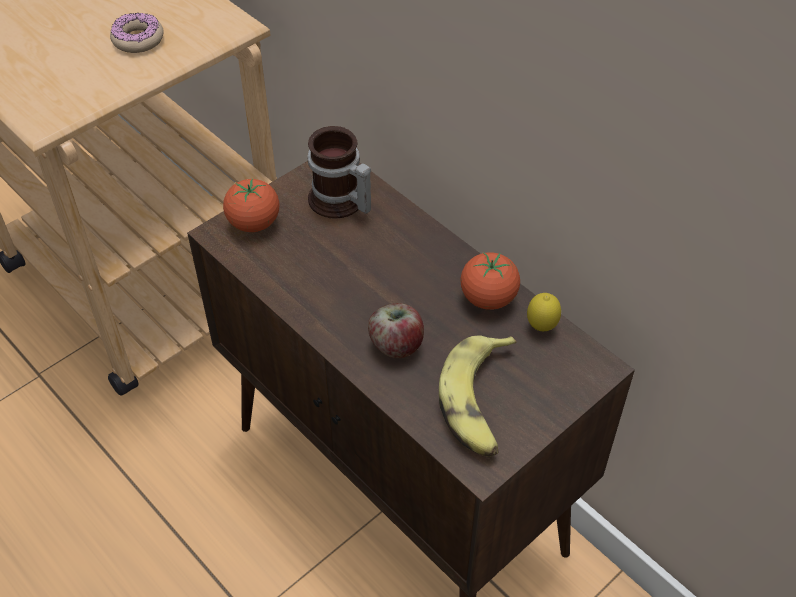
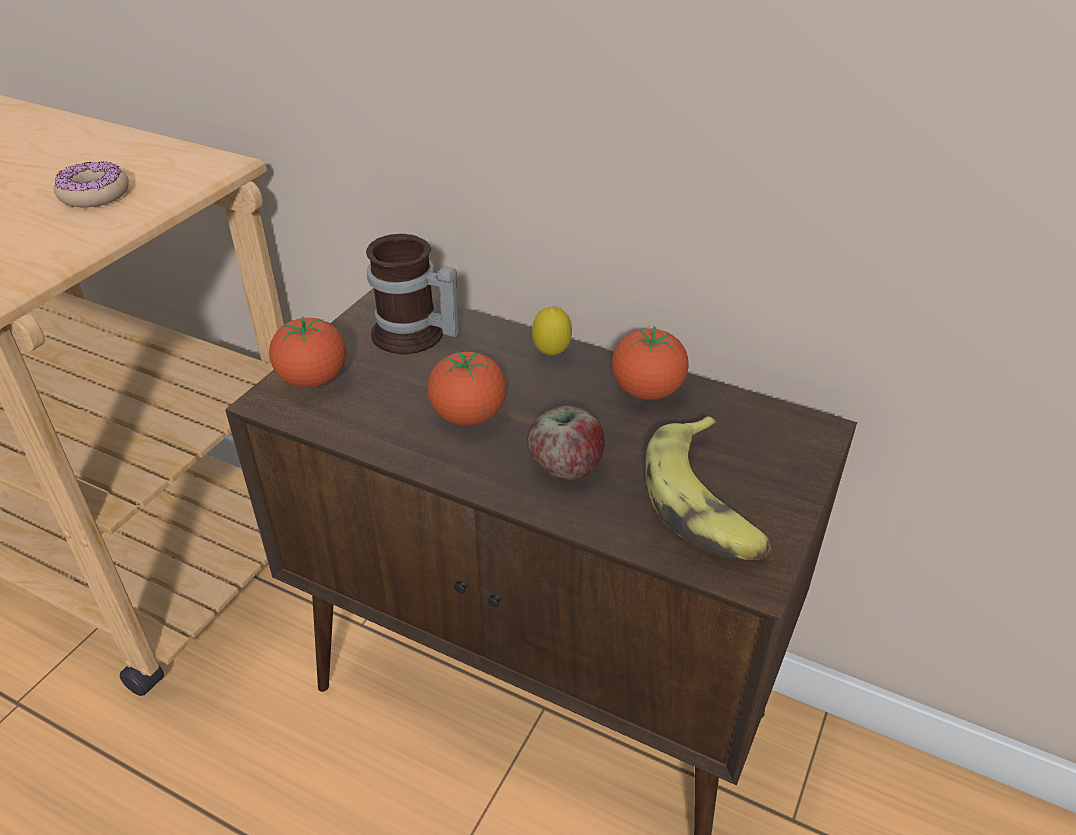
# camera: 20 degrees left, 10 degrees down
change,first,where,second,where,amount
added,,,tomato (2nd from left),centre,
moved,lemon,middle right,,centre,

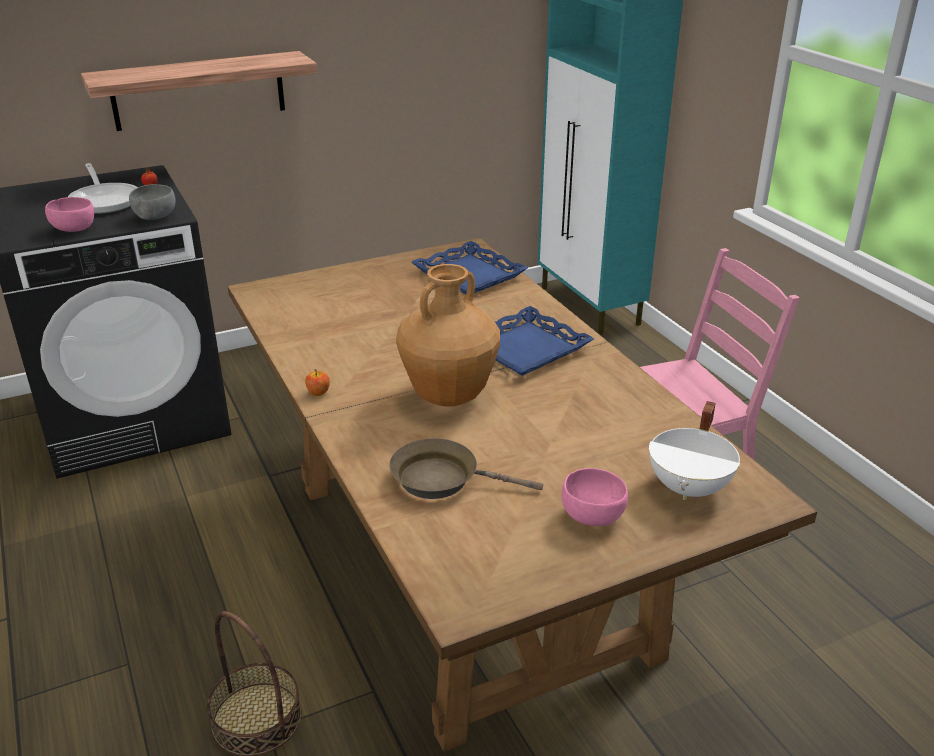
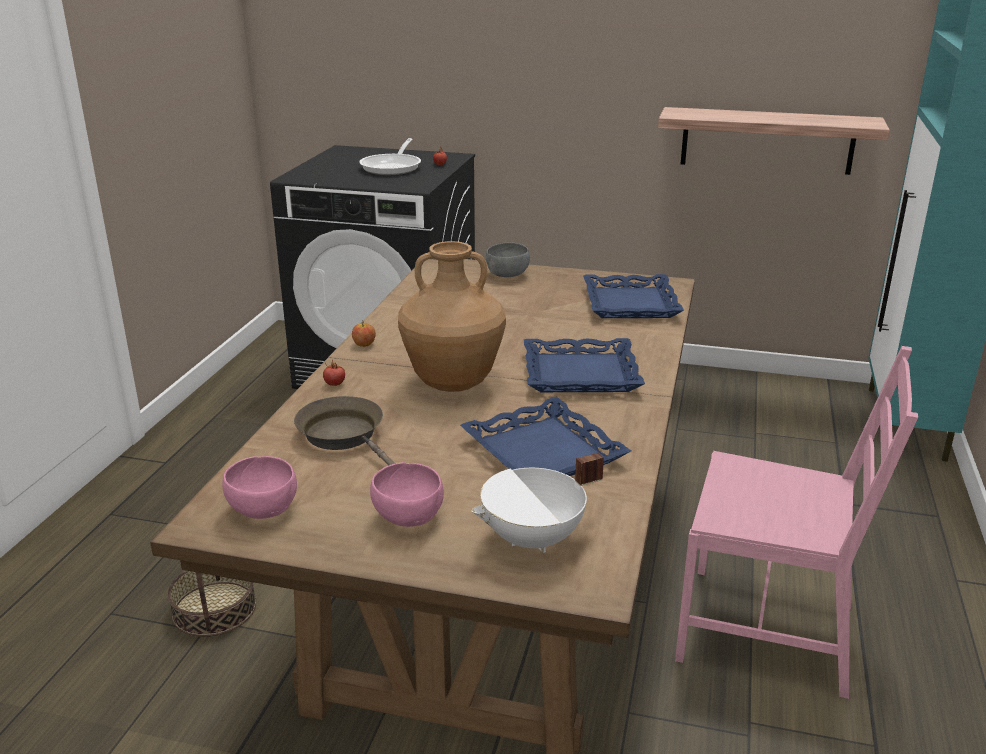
# camera: 40 degrees right, 5 degrees down
change,first,where,second,where,amount
moved,pink bowl (1st from left),top left,,middle left,
added,,,tomato (1st from left),centre,
added,,,blue tray (1st from left),centre,
moved,grey bowl,top left,,centre,
moved,shelf,top left,,top right,

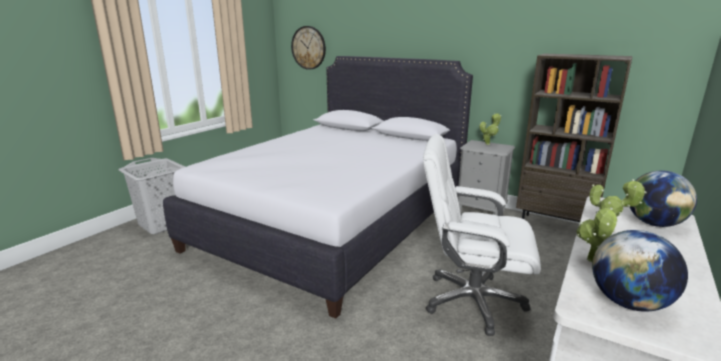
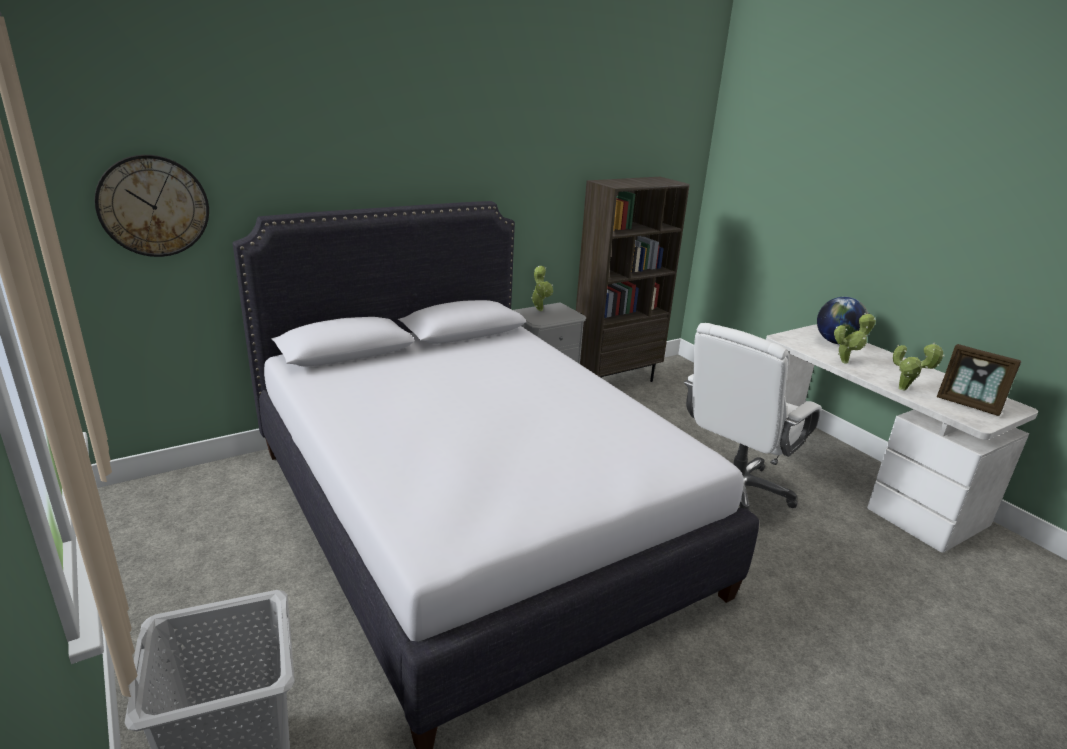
# camera: 65 degrees left, 5 degrees up
change,first,where,second,where,amount
replaced,globe (1st from left),bottom right,picture frame,middle right,

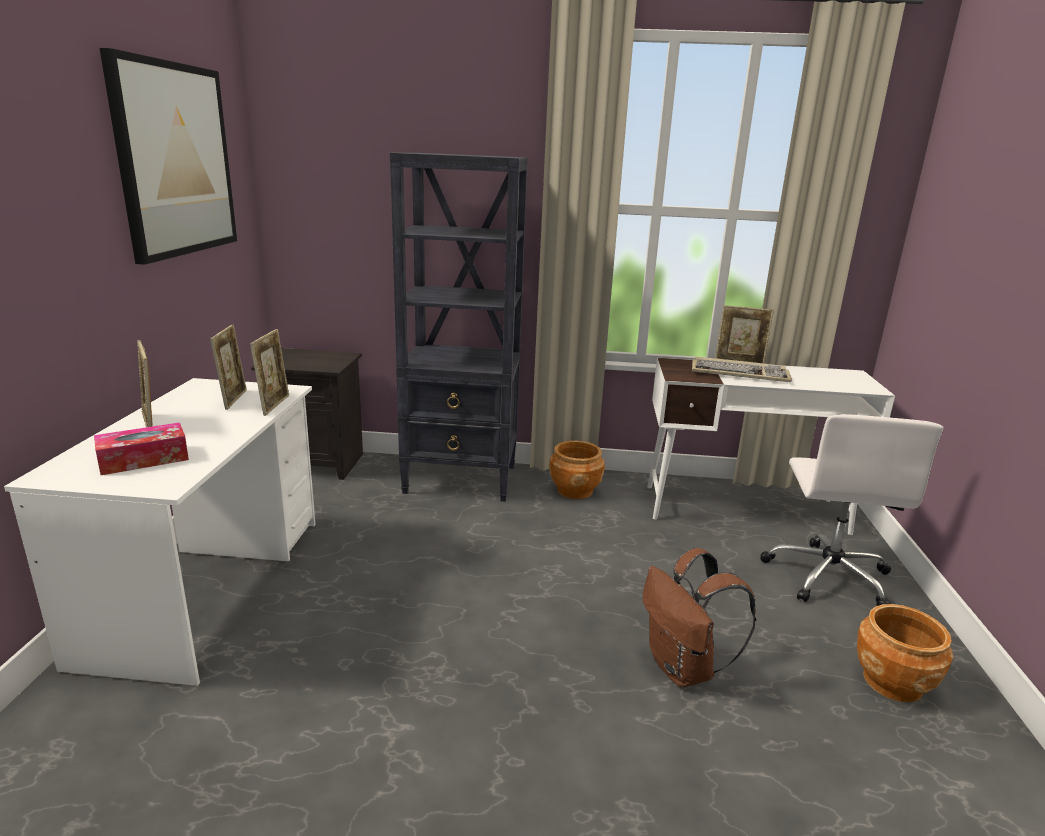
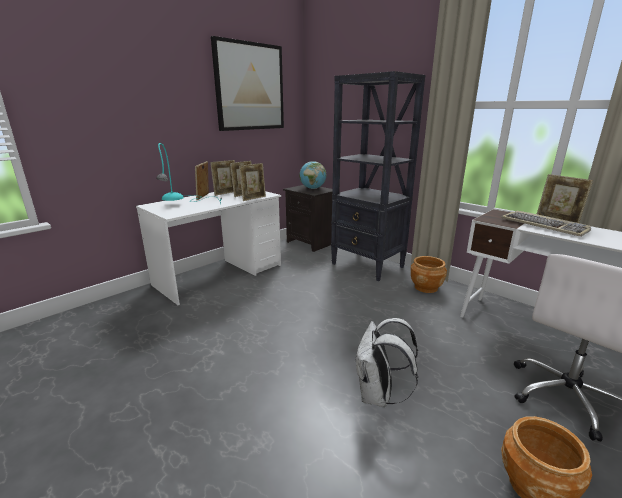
# camera: 40 degrees right, 0 degrees up
change,first,where,second,where,amount
replaced,tissue box,middle left,turquoise table lamp,middle left,
added,,,picture frame (2nd from left),centre,
added,,,globe,centre,
recoloured,brown backpack,bottom right,white backpack,bottom centre,

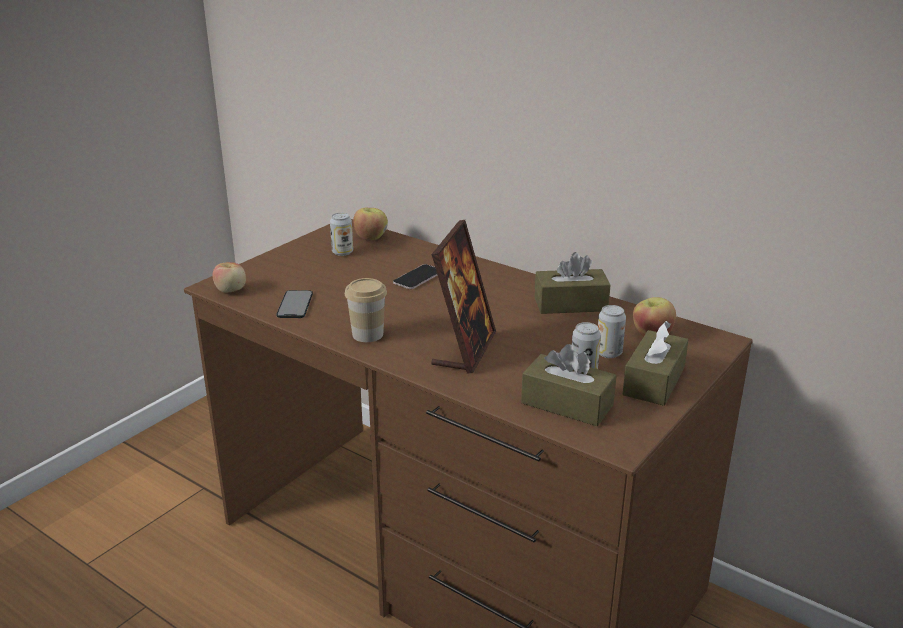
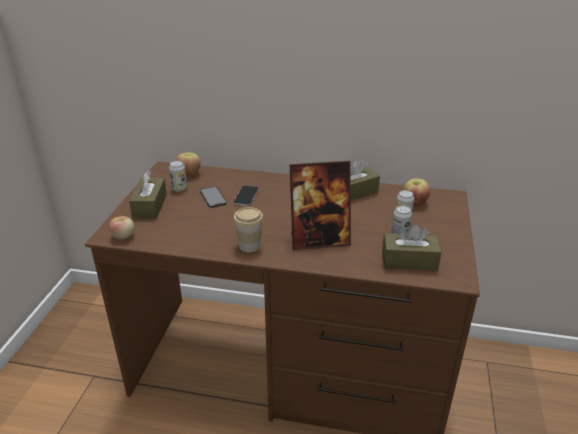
# camera: 25 degrees left, 5 degrees up
change,first,where,second,where,amount
moved,brown tissue box (3rd from left in the first image),middle right,brown tissue box (1st from left),middle left,
moved,phone (1st from left),middle left,,centre,
turned,picture frame,centre,,centre,90 degrees clockwise

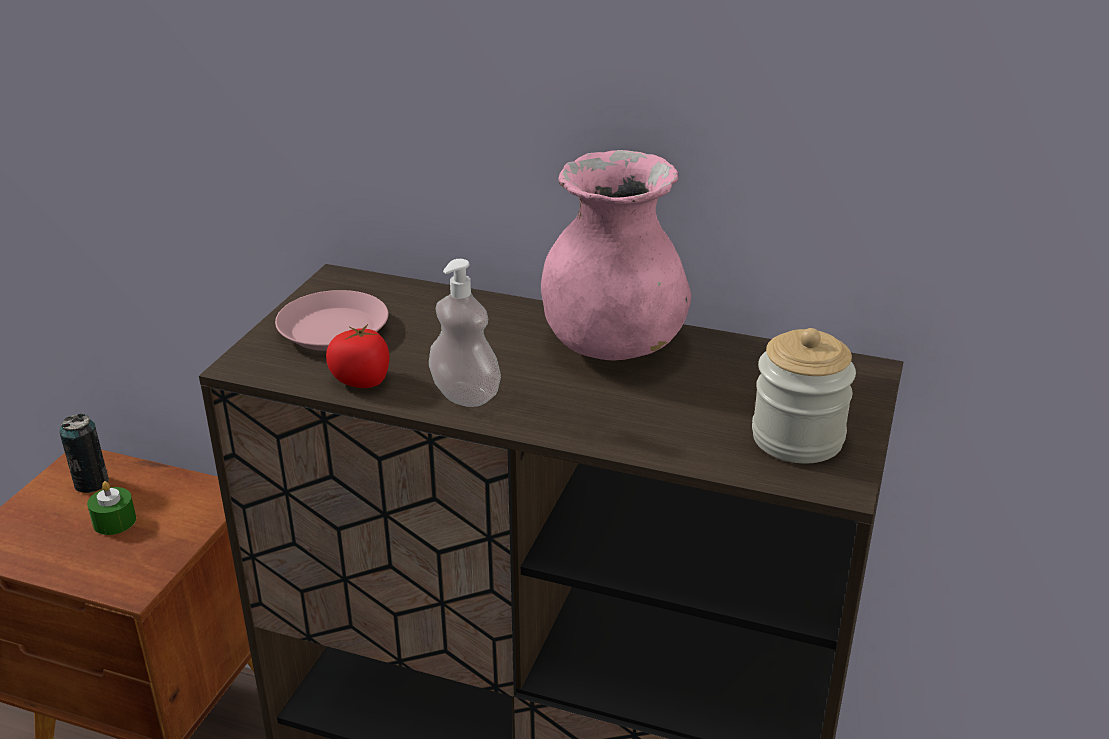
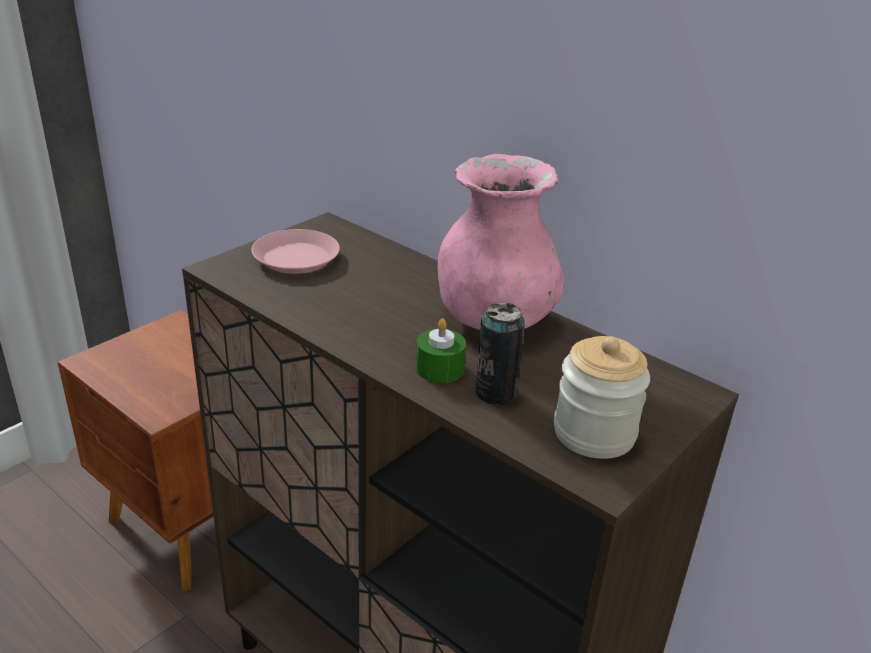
# camera: 20 degrees right, 0 degrees up
change,first,where,second,where,amount
moved,green candle,bottom left,,centre,
moved,can,middle left,,centre,
removed,tomato,middle left,,,
removed,soap dispenser,centre,,,

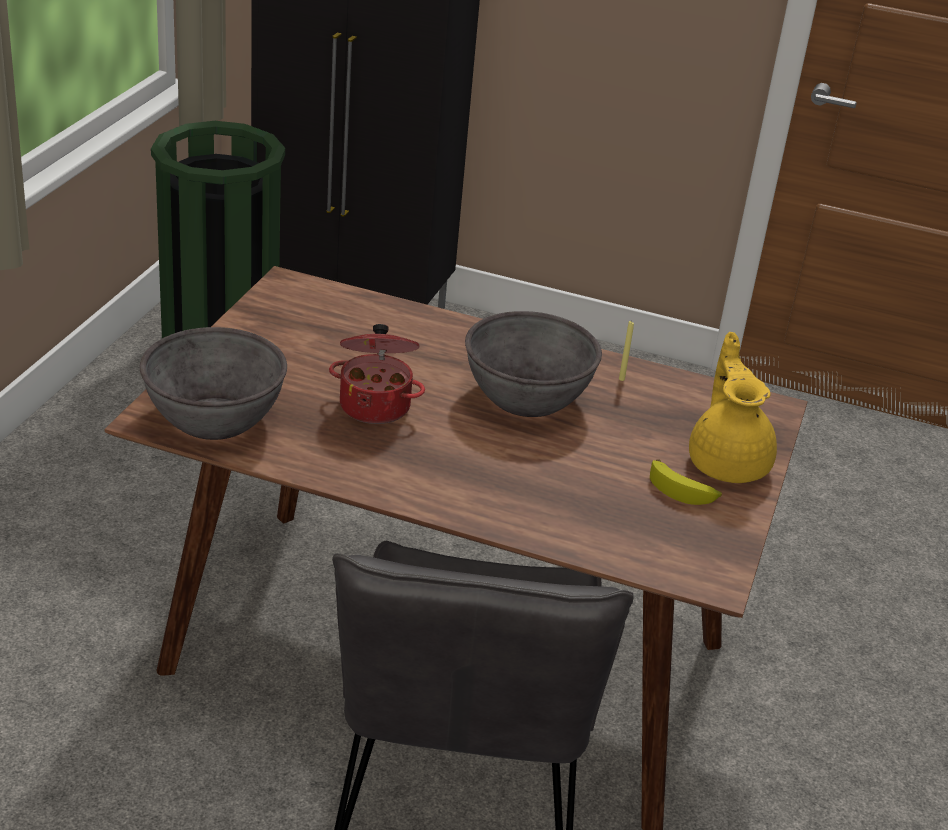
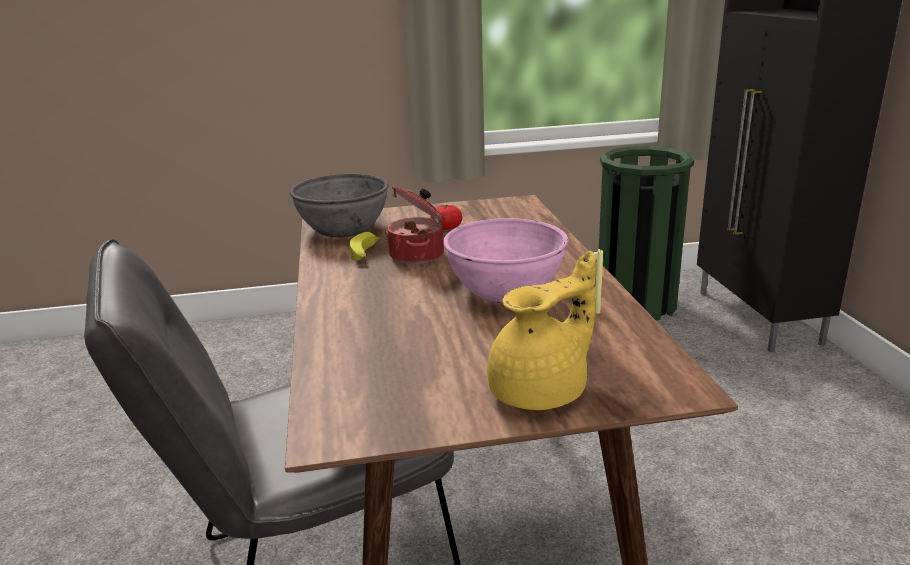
# camera: 65 degrees right, 10 degrees down
change,first,where,second,where,amount
moved,banana,middle right,,centre,
added,,,tomato,centre,
recoloured,grey bowl (2nd from left),centre,pink bowl,centre,

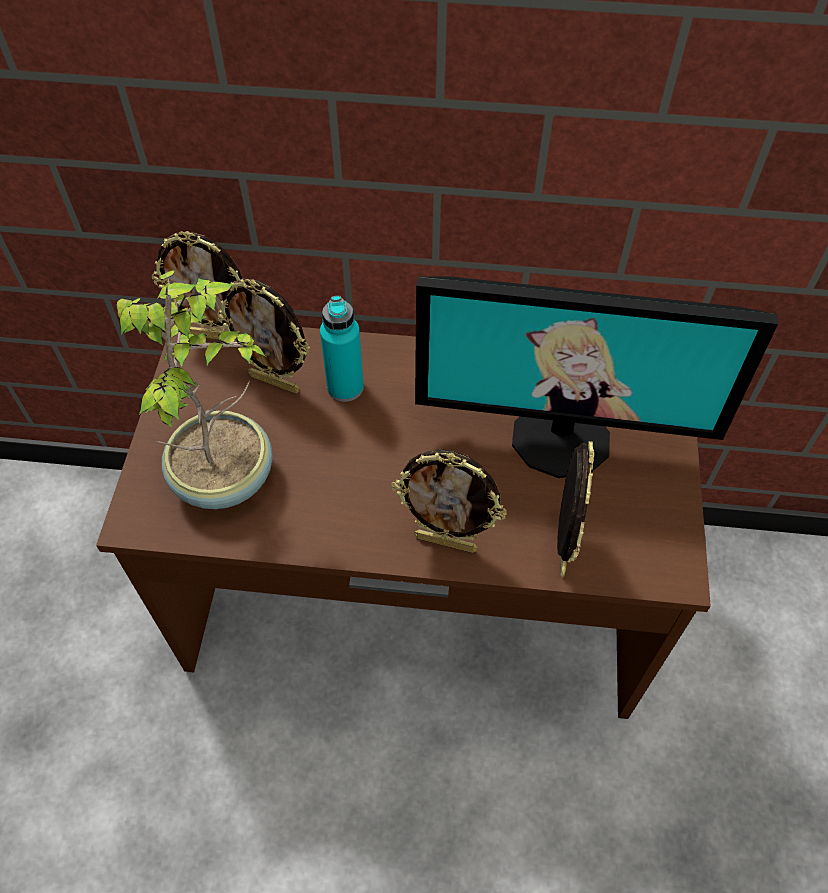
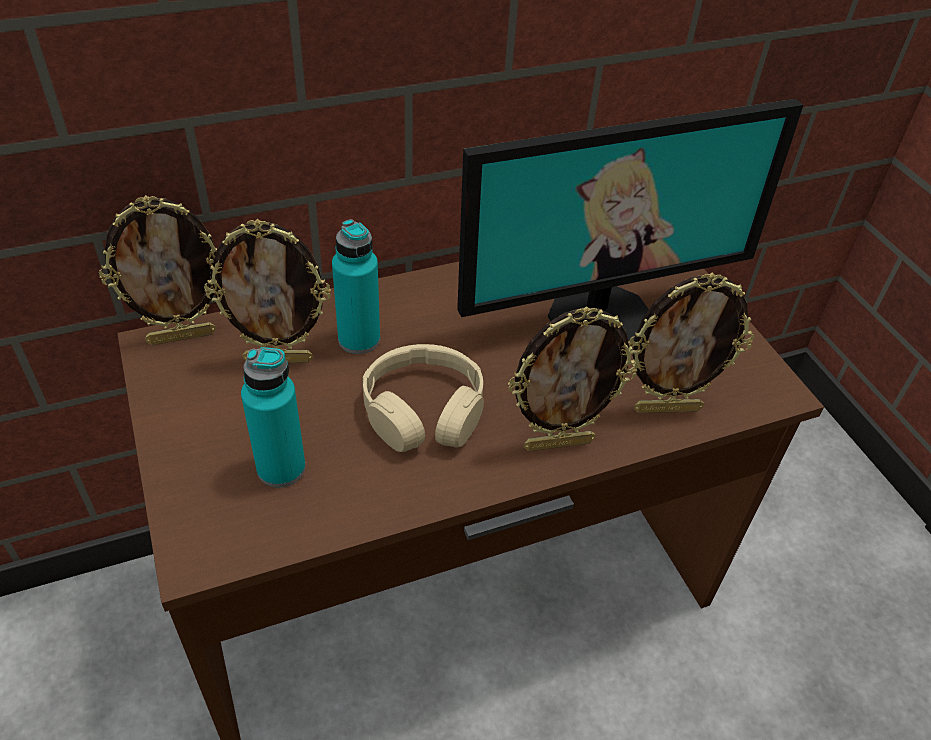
# camera: 30 degrees left, 10 degrees down
change,first,where,second,where,amount
replaced,potted plant,middle left,turquoise bottle (1st from left),middle left,
added,,,beige headphones,centre,
turned,picture frame (4th from left),middle right,,middle right,105 degrees clockwise

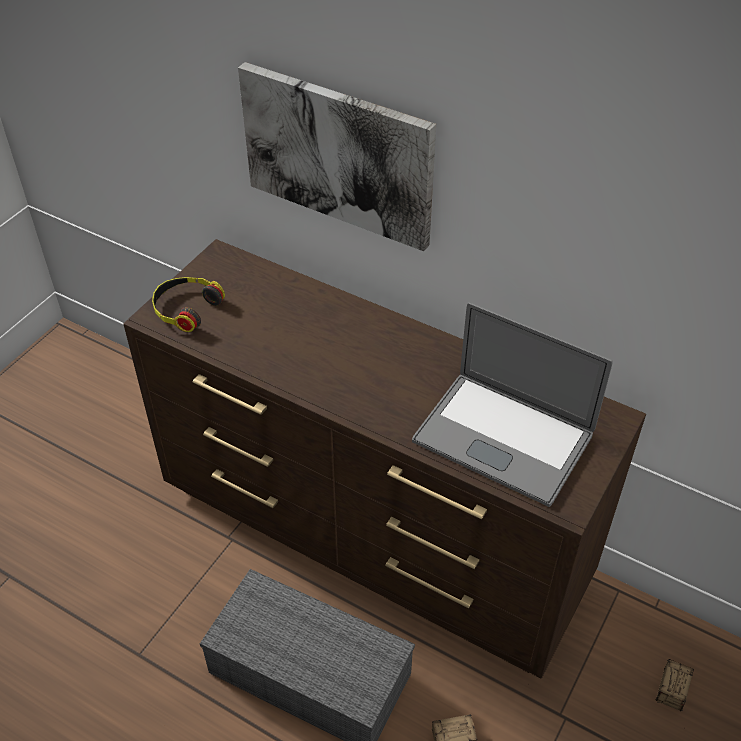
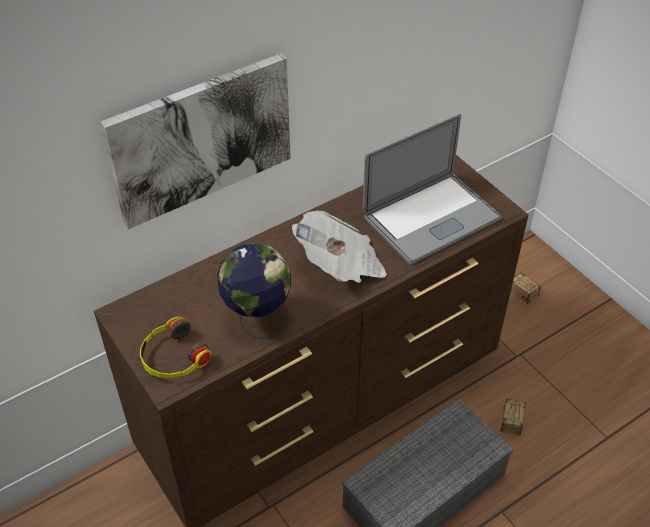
# camera: 65 degrees left, 0 degrees up
change,first,where,second,where,amount
added,,,globe,centre,
added,,,newspaper,centre,

